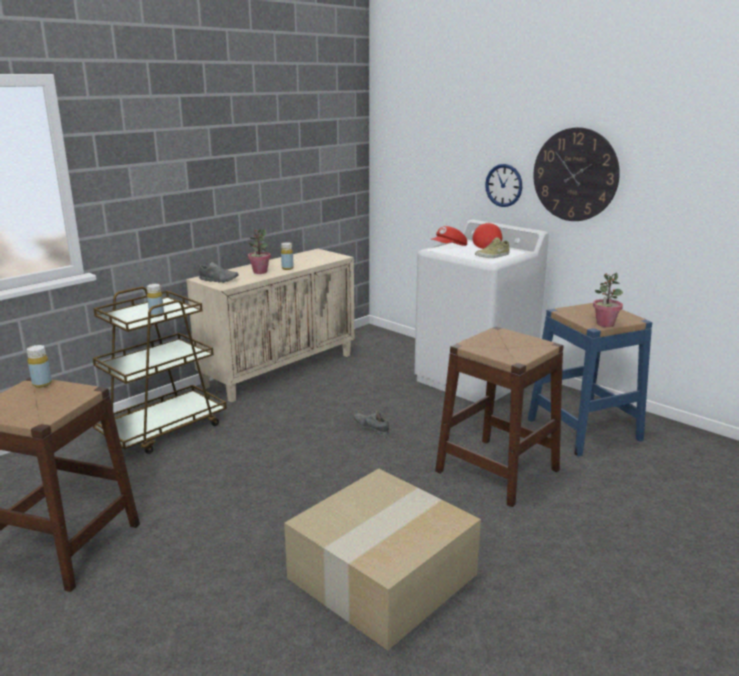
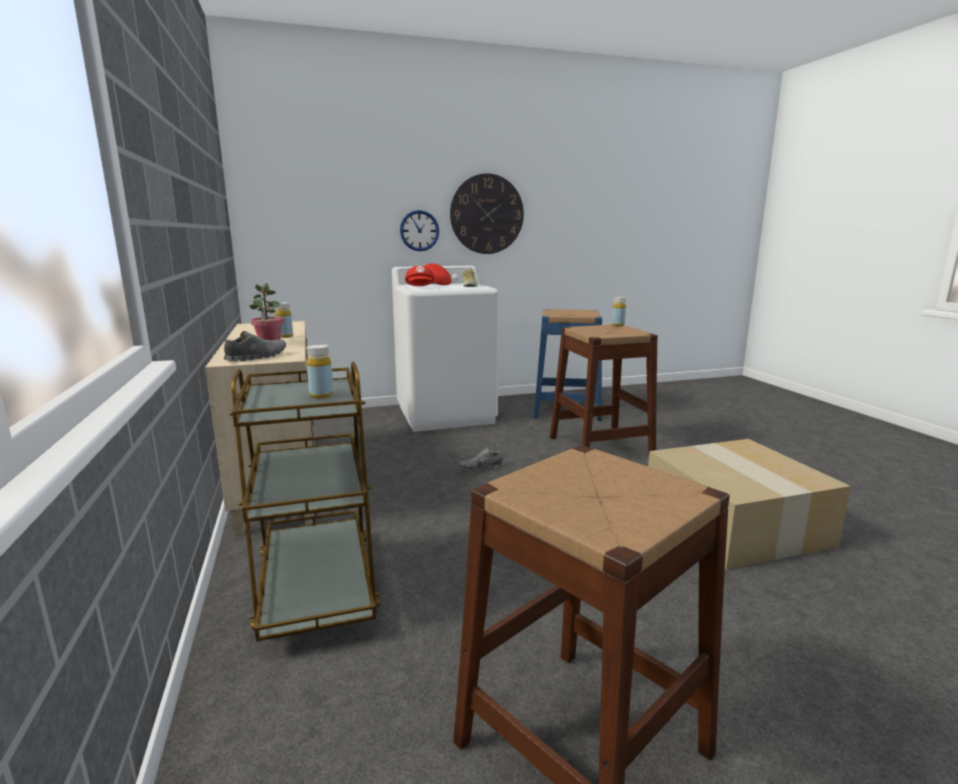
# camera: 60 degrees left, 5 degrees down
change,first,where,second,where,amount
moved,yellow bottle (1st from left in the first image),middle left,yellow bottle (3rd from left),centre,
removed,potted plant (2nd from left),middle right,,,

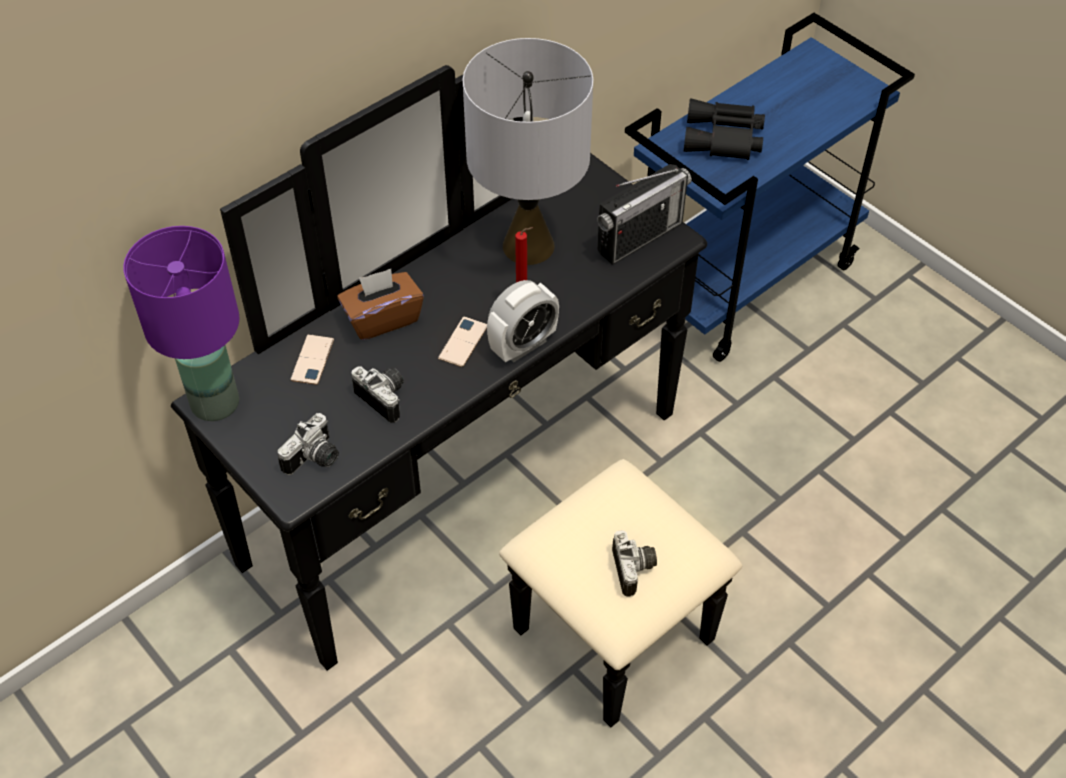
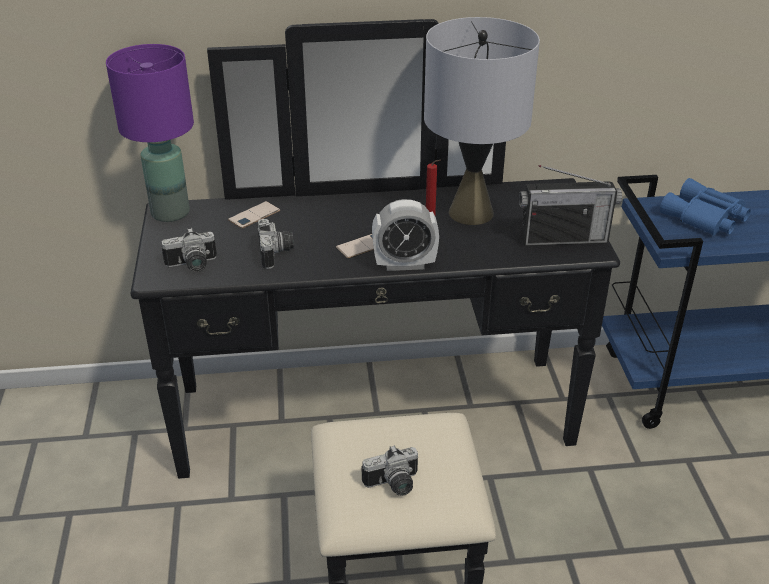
# camera: 35 degrees right, 15 degrees down
change,first,where,second,where,amount
turned,photo camera (3rd from left),bottom centre,,bottom centre,45 degrees clockwise
recoloured,black binoculars,top right,blue binoculars,middle right,
removed,brown tissue box,centre,,,

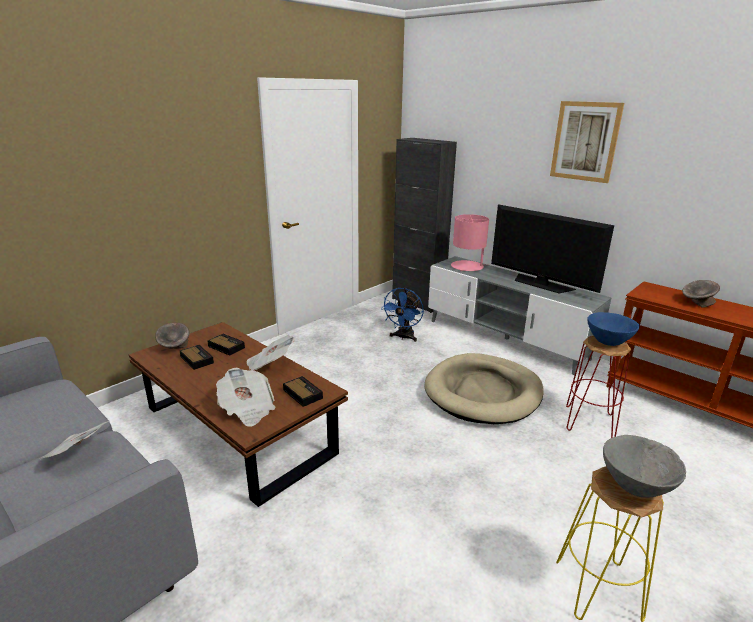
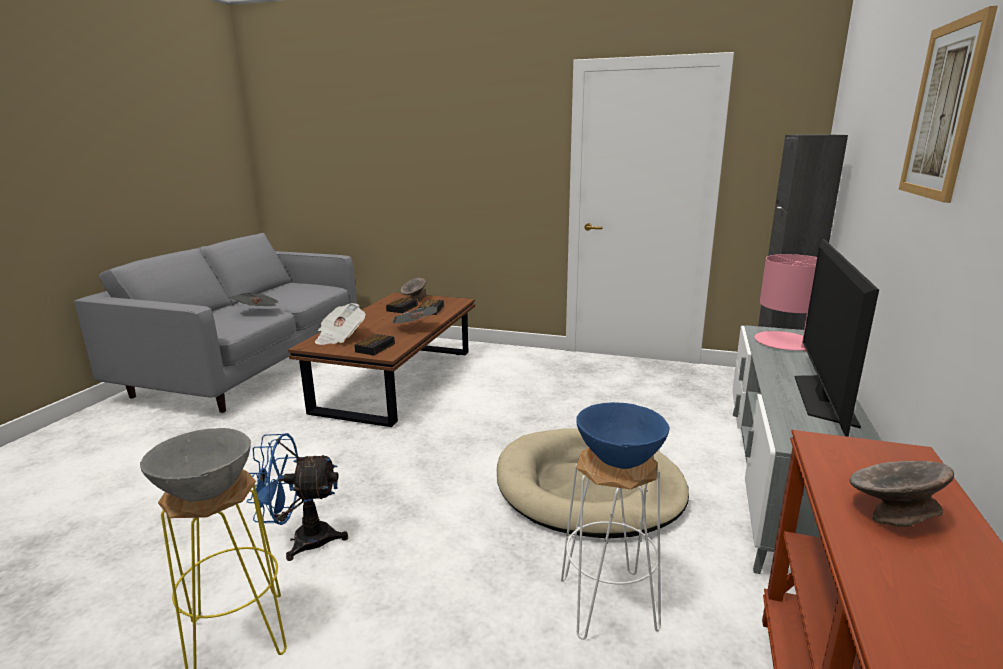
# camera: 65 degrees right, 5 degrees down
change,first,where,second,where,amount
moved,blue fan,centre,,bottom left,
recoloured,red stool,middle right,white stool,bottom centre,

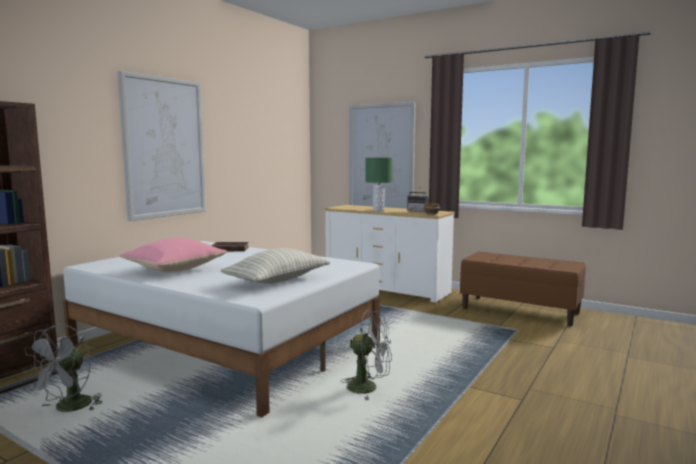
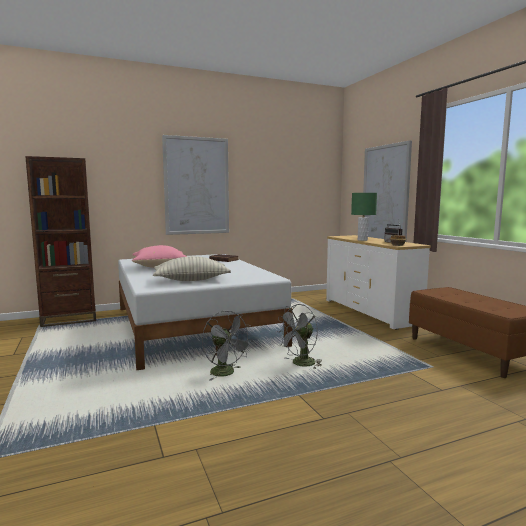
# camera: 35 degrees right, 0 degrees up
change,first,where,second,where,amount
moved,grey fan (1st from left in the first image),bottom left,grey fan (2nd from left),centre,

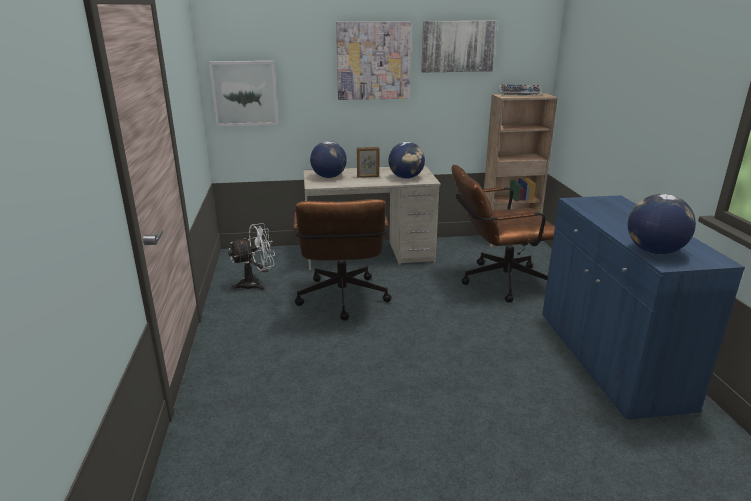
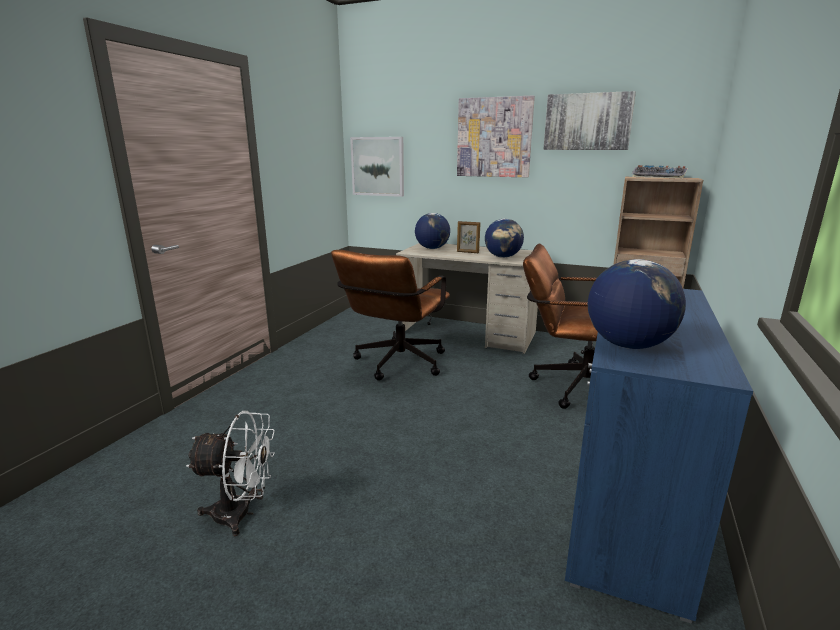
# camera: 30 degrees right, 5 degrees down
change,first,where,second,where,amount
moved,white fan,centre,,bottom left,

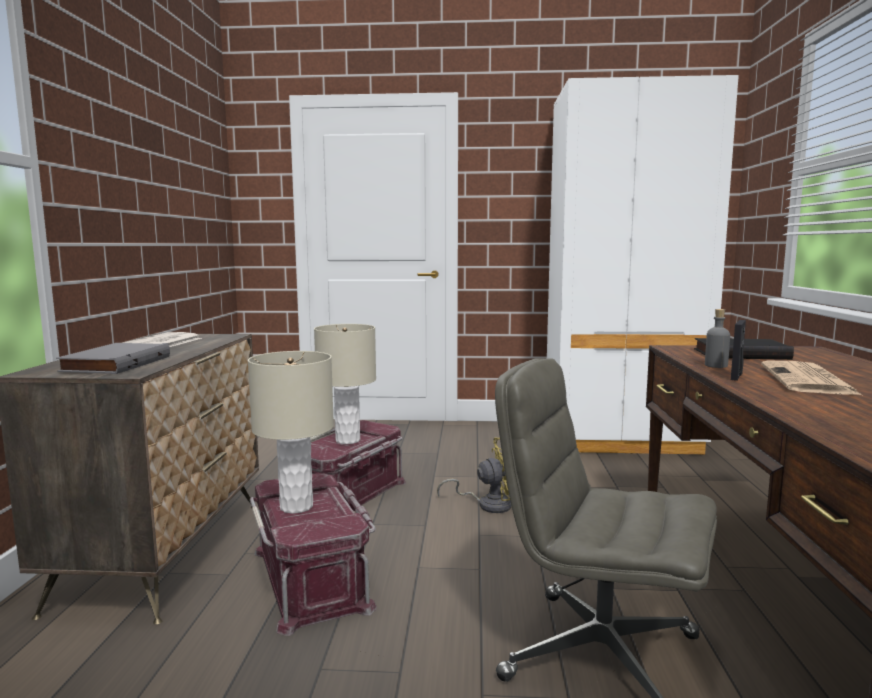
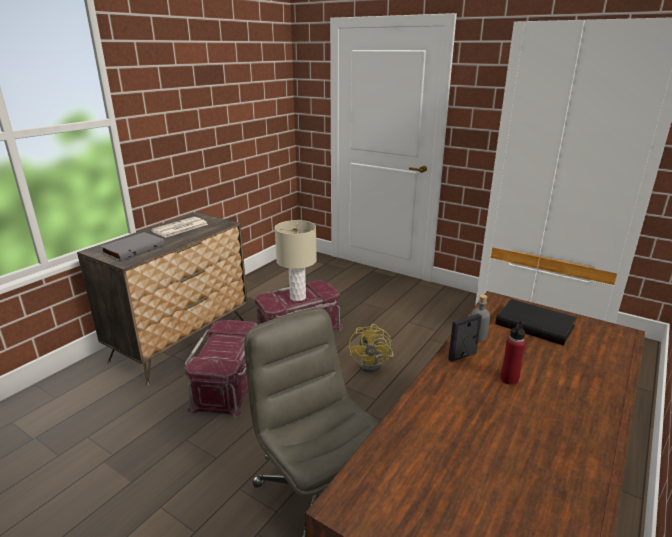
# camera: 30 degrees right, 15 degrees up
change,first,where,second,where,amount
turned,yellow fan,bottom centre,,centre,75 degrees clockwise
replaced,newspaper (2nd from left),middle right,red bottle,middle right,
removed,beige table lamp (1st from left),centre,,,

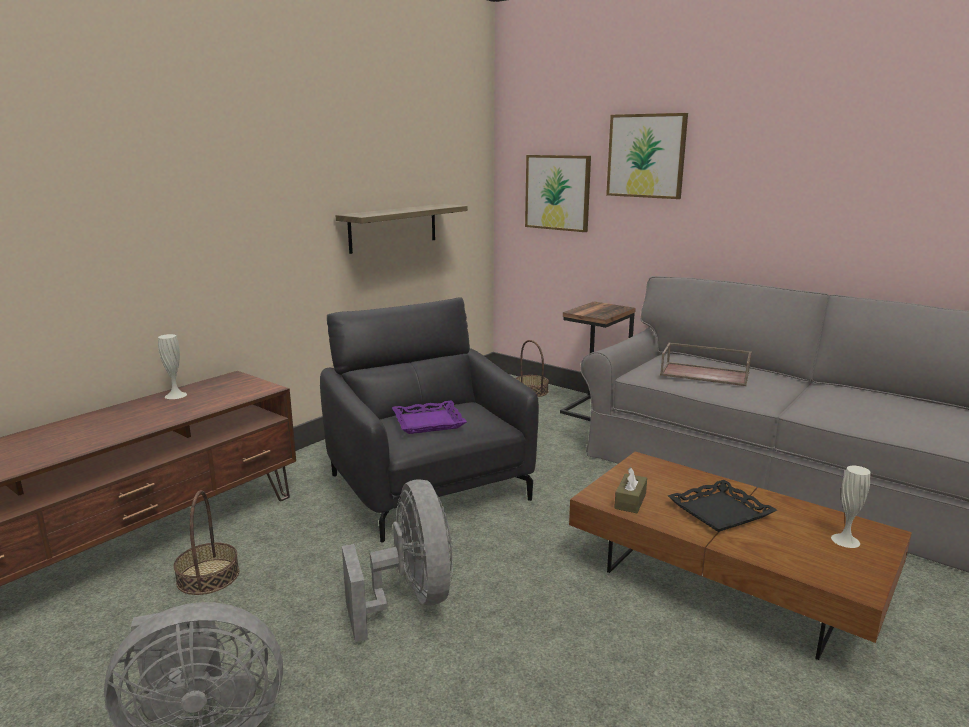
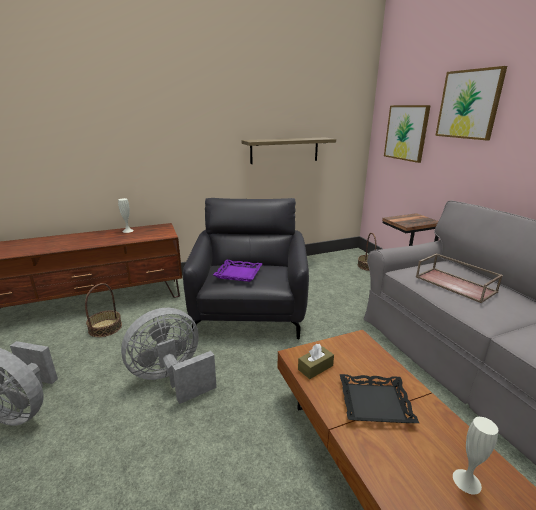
# camera: 30 degrees right, 5 degrees up
change,first,where,second,where,amount
turned,grey fan (2nd from left),bottom centre,,bottom left,135 degrees counterclockwise

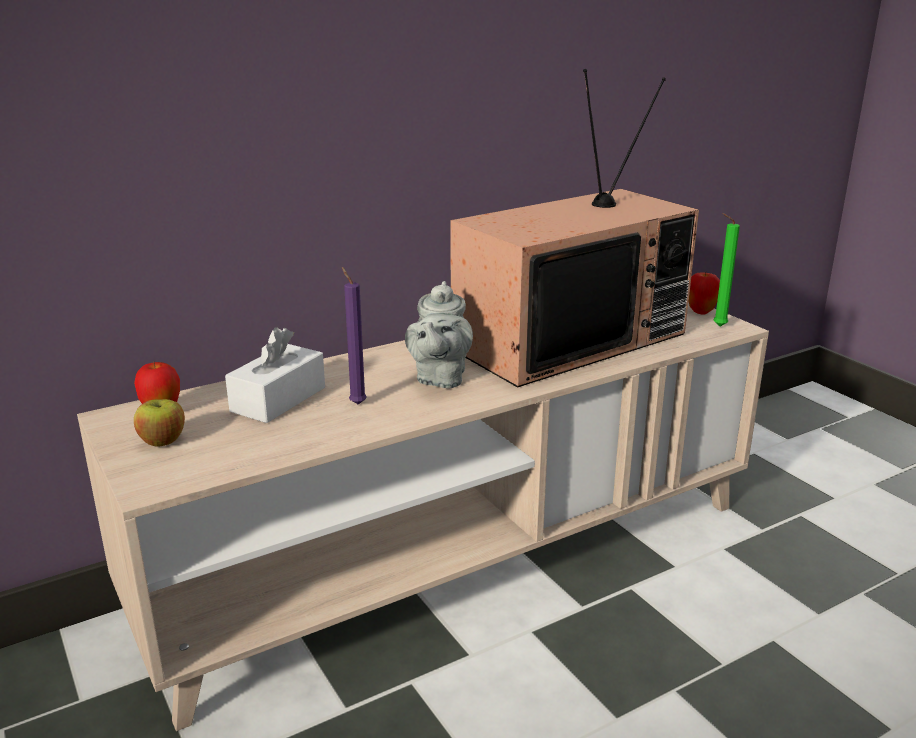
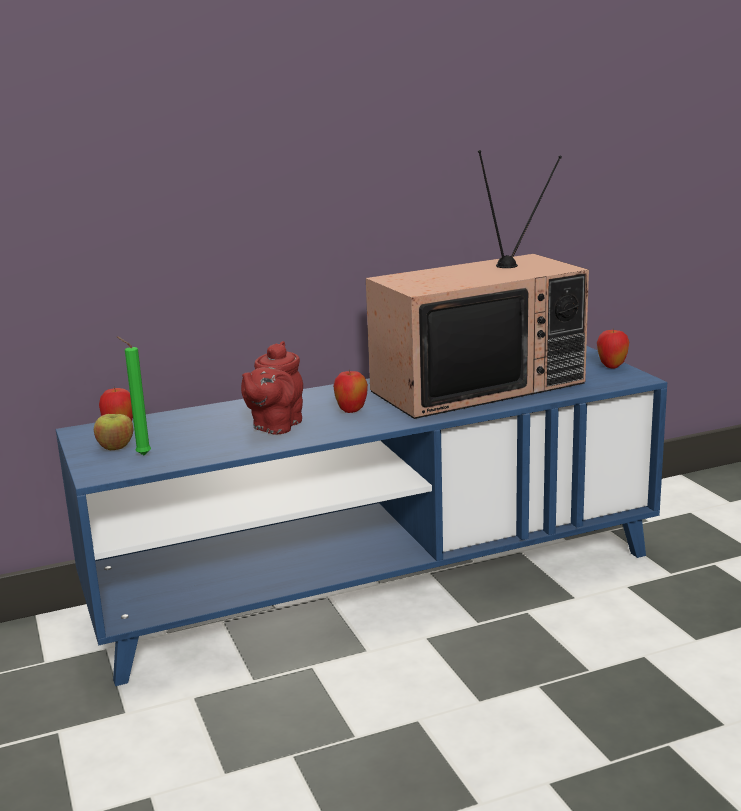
# camera: 10 degrees right, 5 degrees down
change,first,where,second,where,amount
recoloured,beige tv stand,bottom centre,blue tv stand,centre,
moved,green candle,middle right,,middle left,
replaced,purple candle,centre,red teapot,centre,
replaced,grey teapot,centre,apple (3rd from left),centre,
removed,white tissue box,middle left,,,

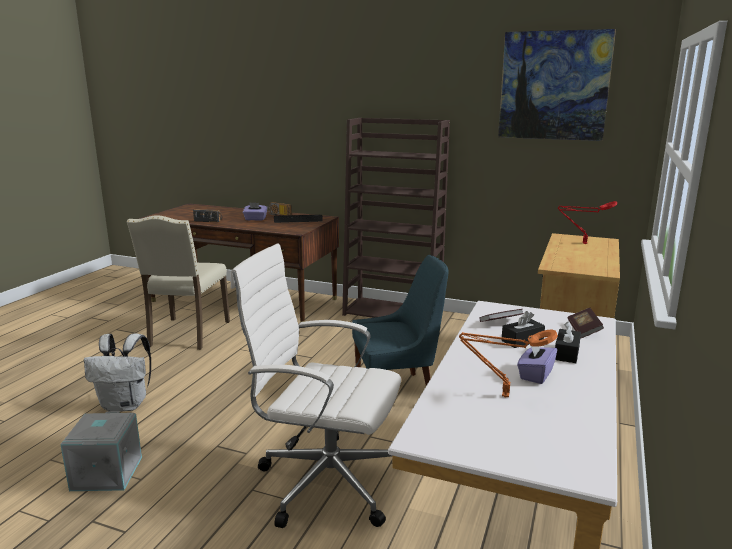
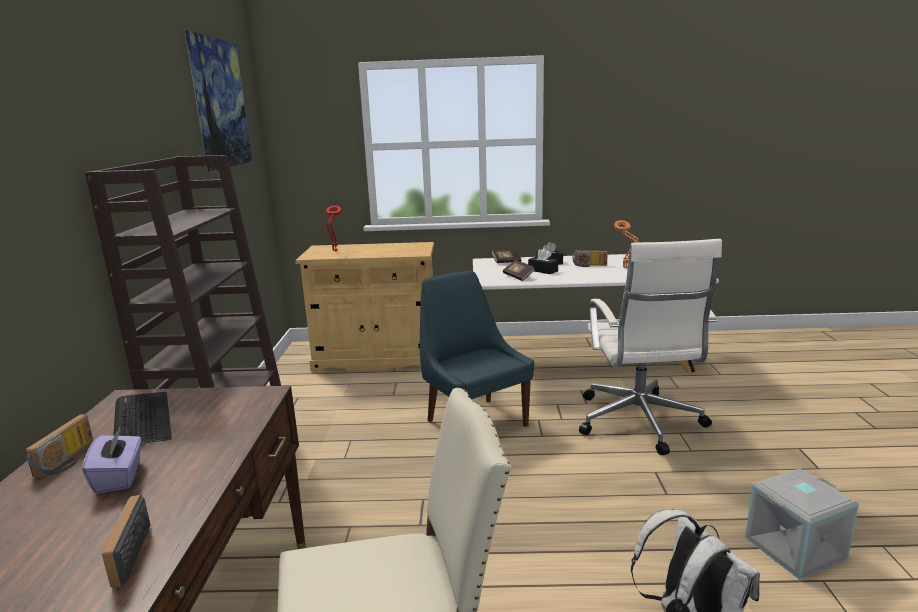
# camera: 110 degrees left, 0 degrees up
change,first,where,second,where,amount
replaced,purple tissue box (2nd from left),middle right,radio (3rd from left),centre,

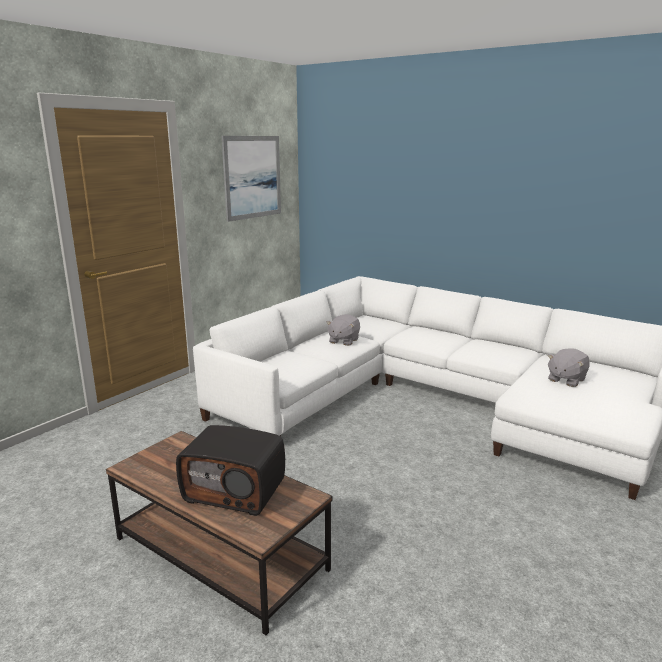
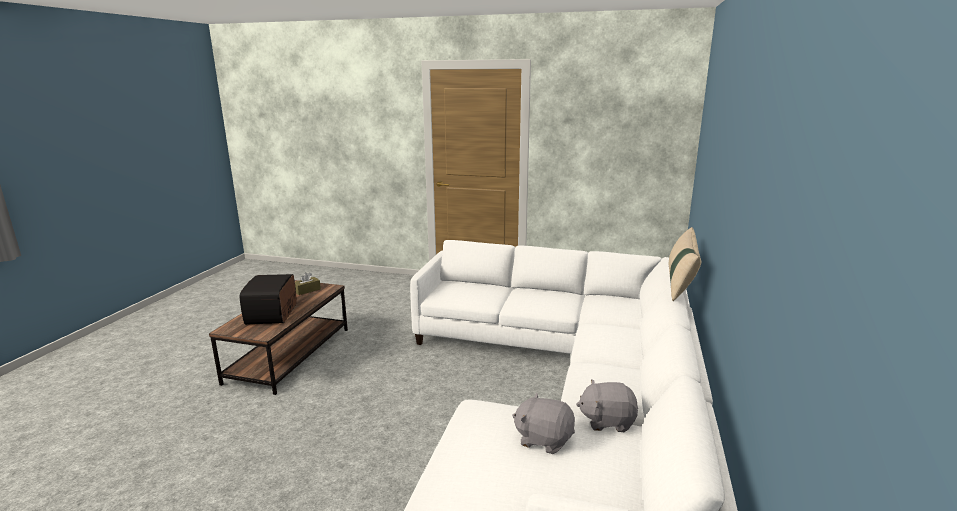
# camera: 70 degrees right, 0 degrees up
change,first,where,second,where,amount
added,,,brown tissue box,middle left,
moved,grey plush toy (1st from left in the first image),centre,grey plush toy (2nd from left),bottom centre,
added,,,beige pillow,middle right,
removed,picture,top centre,,,

